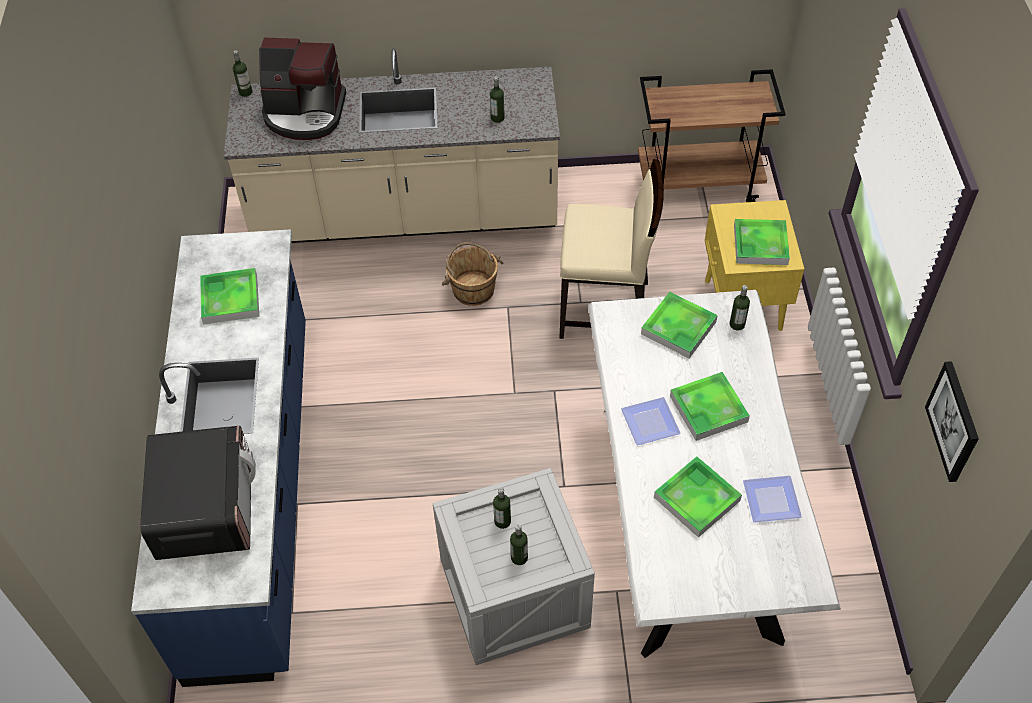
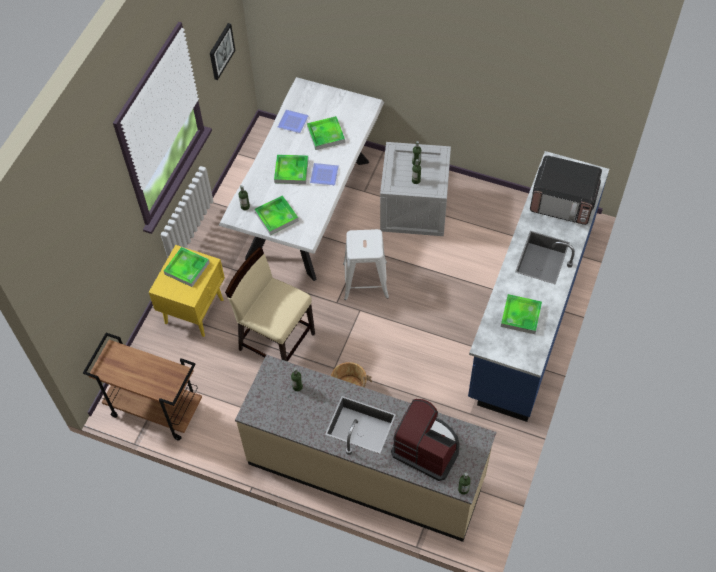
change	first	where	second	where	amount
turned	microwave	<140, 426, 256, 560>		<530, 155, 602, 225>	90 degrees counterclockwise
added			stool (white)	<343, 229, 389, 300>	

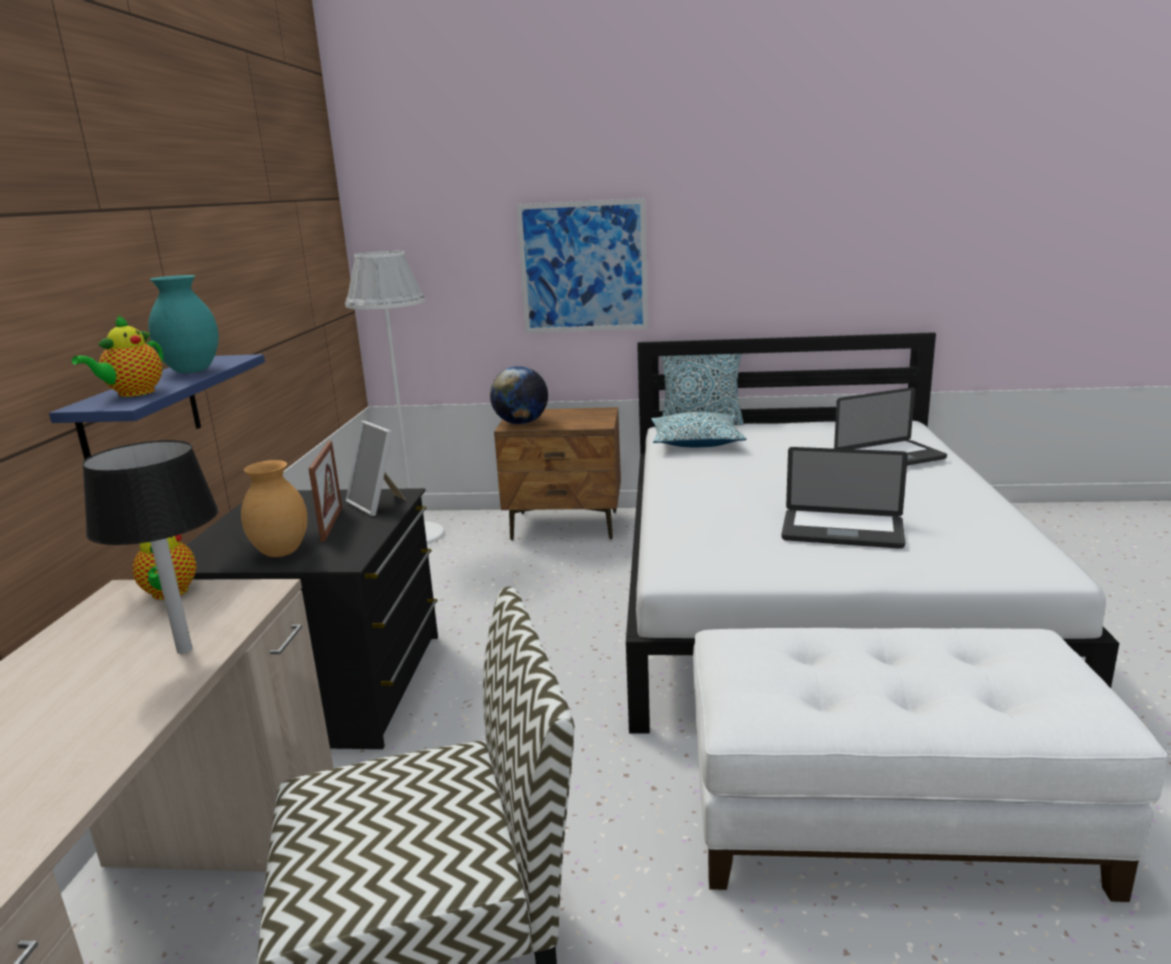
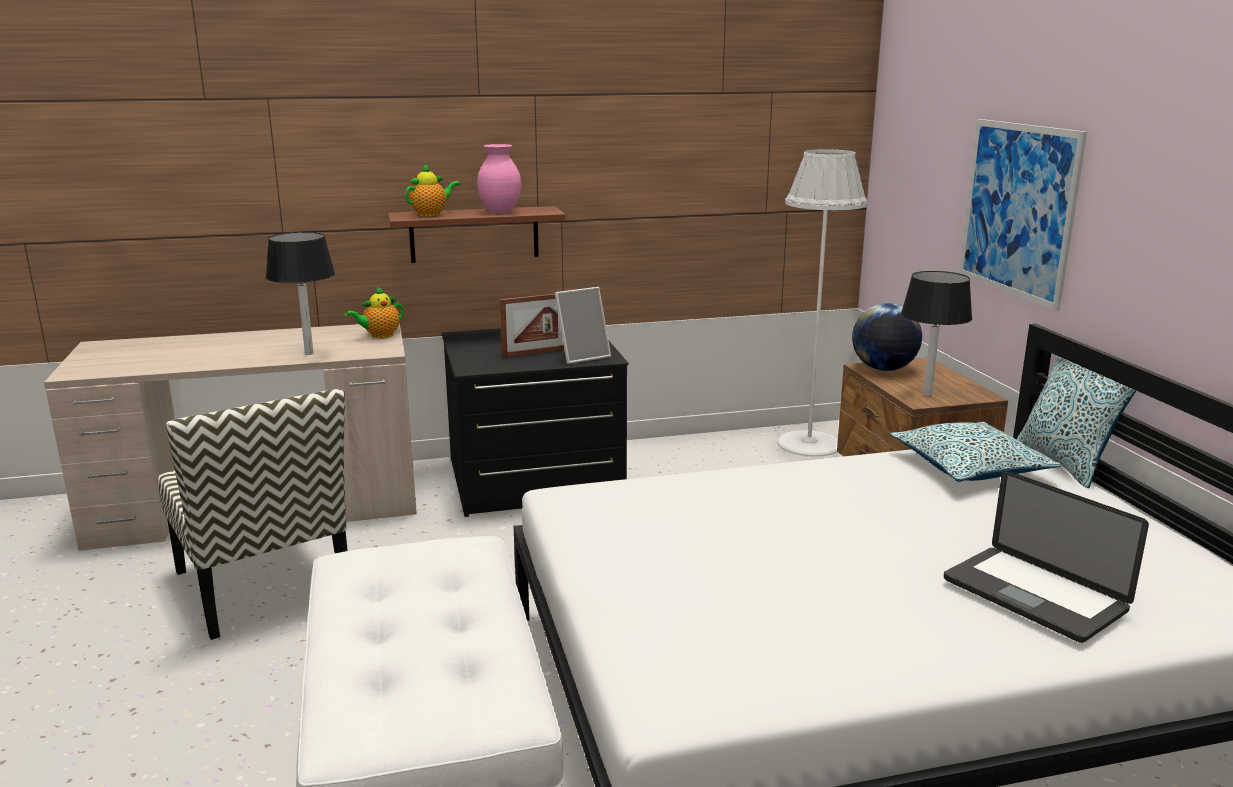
change	first	where	second	where	amount
recoloured	vase (turquoise)	<148, 275, 219, 373>	vase (pink)	<477, 144, 521, 213>	
turned	teapot	<72, 315, 163, 397>		<405, 164, 460, 217>	135 degrees clockwise
recoloured	shelf (blue)	<49, 354, 265, 460>	shelf (brown)	<388, 206, 566, 263>	
turned	picture frame	<346, 421, 407, 516>		<555, 287, 611, 364>	150 degrees counterclockwise
removed	laptop	<781, 447, 908, 549>			
removed	vase (brown)	<241, 460, 308, 557>			
added			table lamp (black)	<901, 271, 972, 397>	

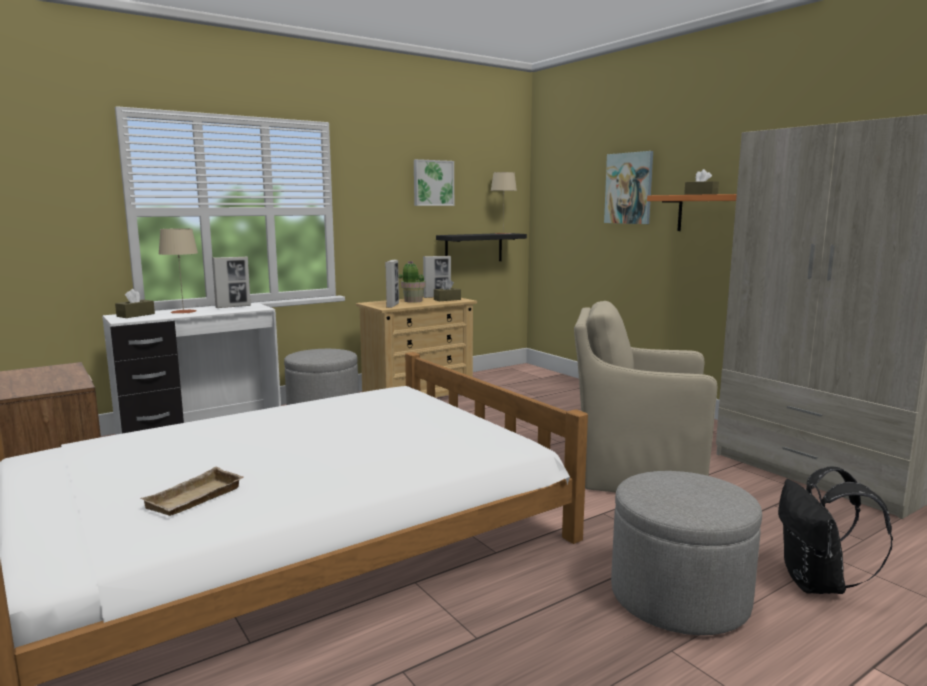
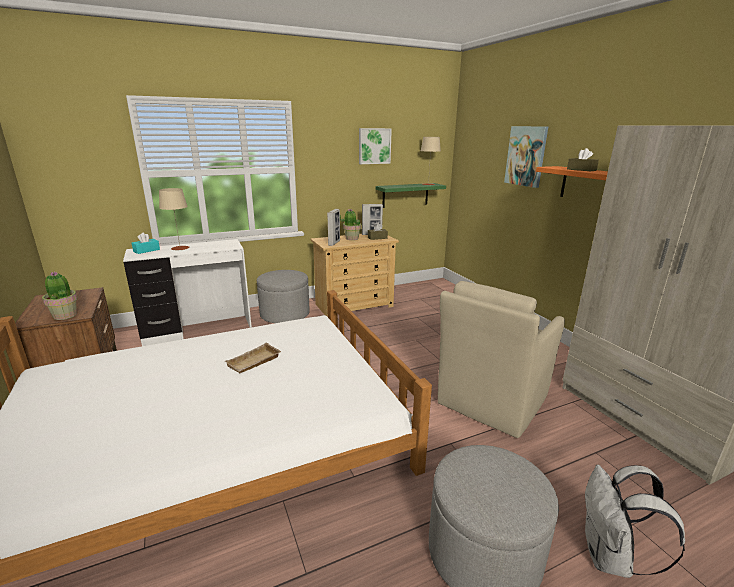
change	first	where	second	where	amount
recoloured	shelf (black)	<436, 233, 527, 261>	shelf (green)	<376, 183, 446, 208>	
removed	picture frame	<212, 256, 251, 308>			
recoloured	tissue box (brown)	<115, 289, 155, 318>	tissue box (turquoise)	<132, 232, 160, 254>	
turned	armchair (beige)	<574, 301, 717, 492>		<438, 281, 565, 438>	75 degrees counterclockwise
recoloured	backpack (black)	<778, 466, 893, 594>	backpack (white)	<585, 465, 685, 578>	
moved	tray (beige)	<140, 467, 243, 516>		<225, 342, 281, 373>	
added			potted plant	<42, 271, 78, 320>	

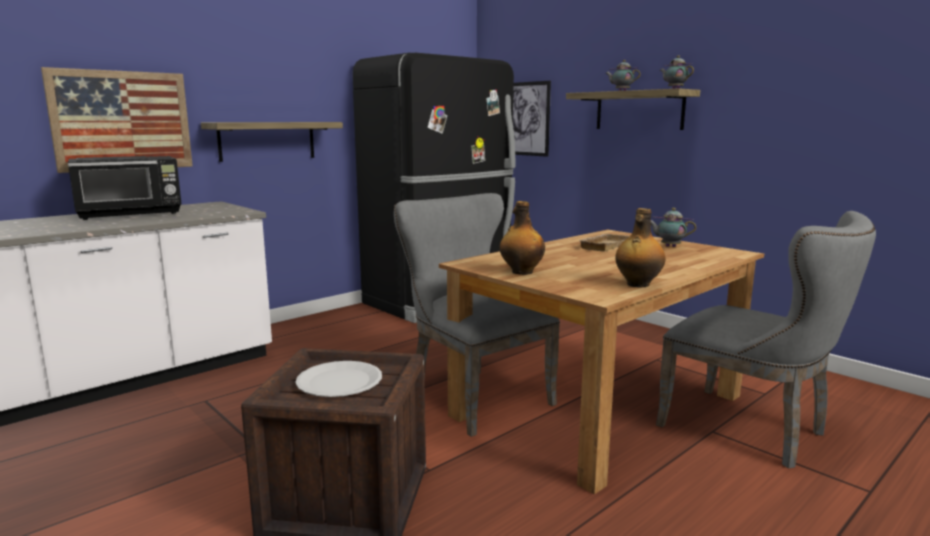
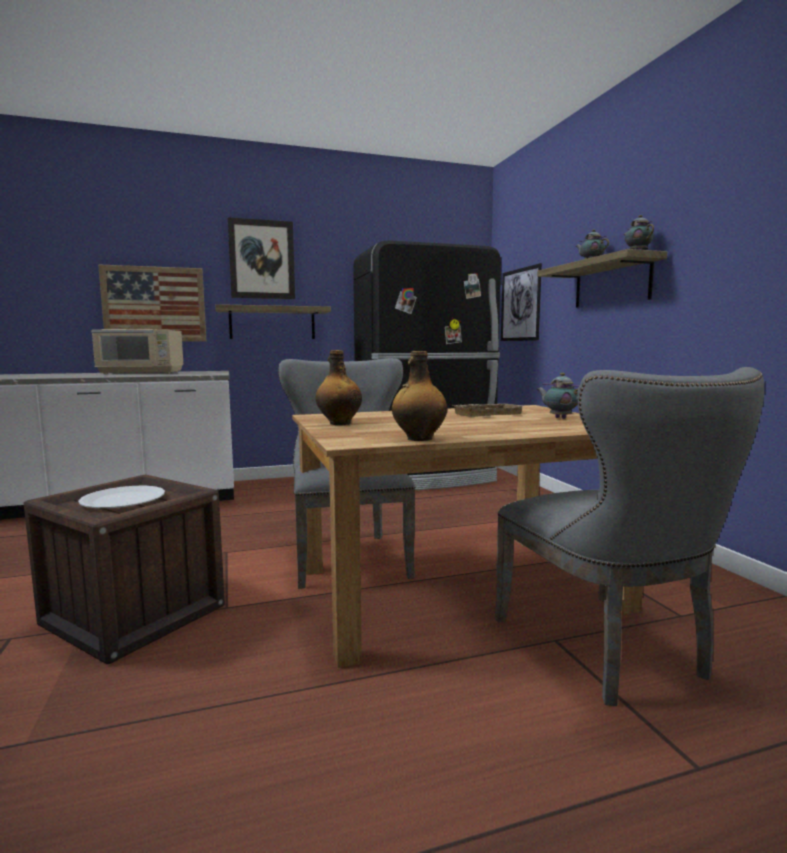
change	first	where	second	where	amount
recoloured	microwave (black)	<68, 156, 181, 220>	microwave (beige)	<91, 329, 184, 374>	
added			picture	<228, 217, 295, 299>	

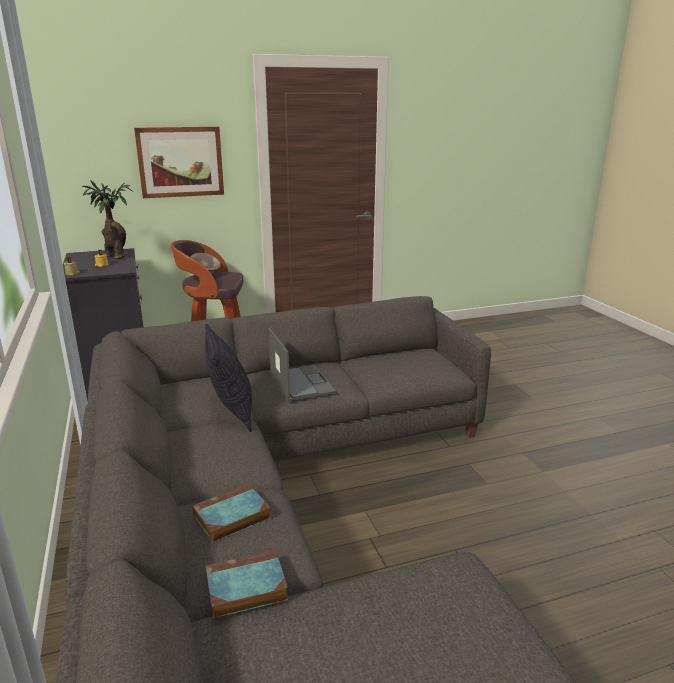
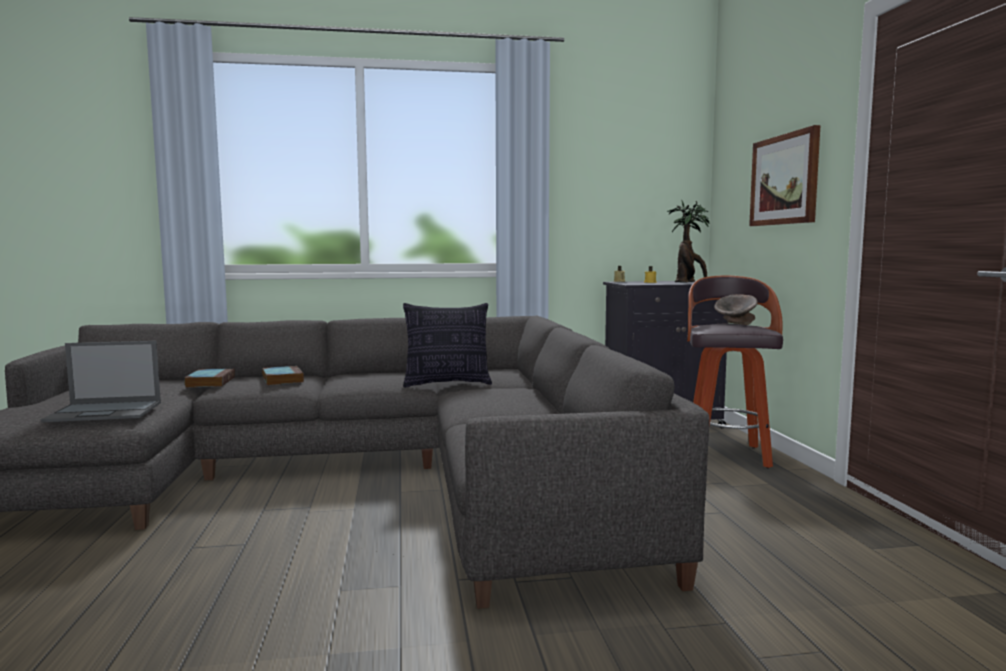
change	first	where	second	where	amount
moved	laptop	<268, 328, 336, 401>		<41, 341, 161, 423>	

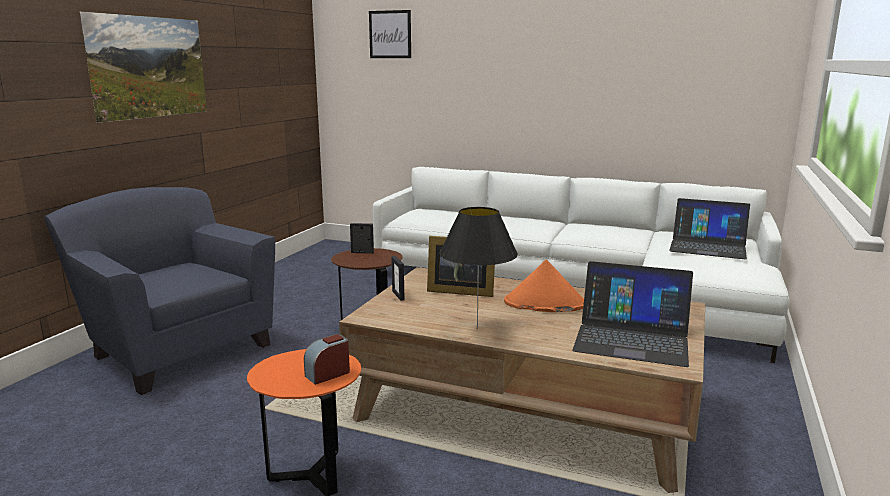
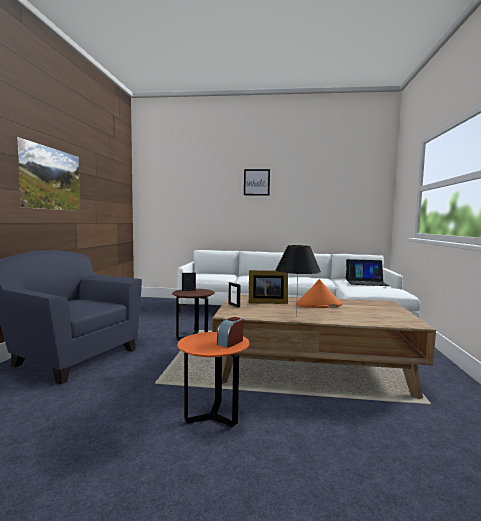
change	first	where	second	where	amount
moved	picture	<369, 10, 411, 58>		<244, 169, 270, 196>	
removed	laptop	<572, 261, 693, 367>			

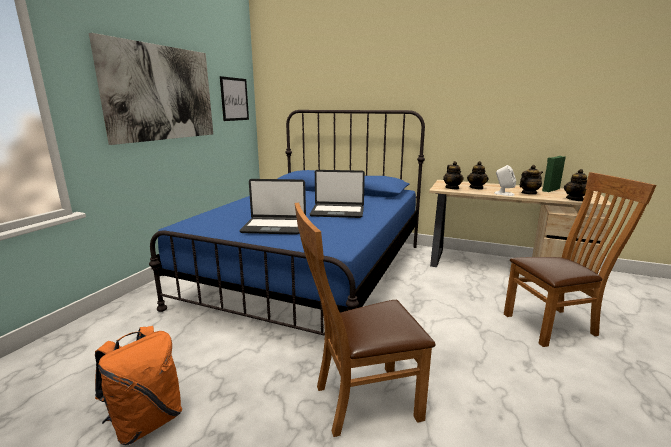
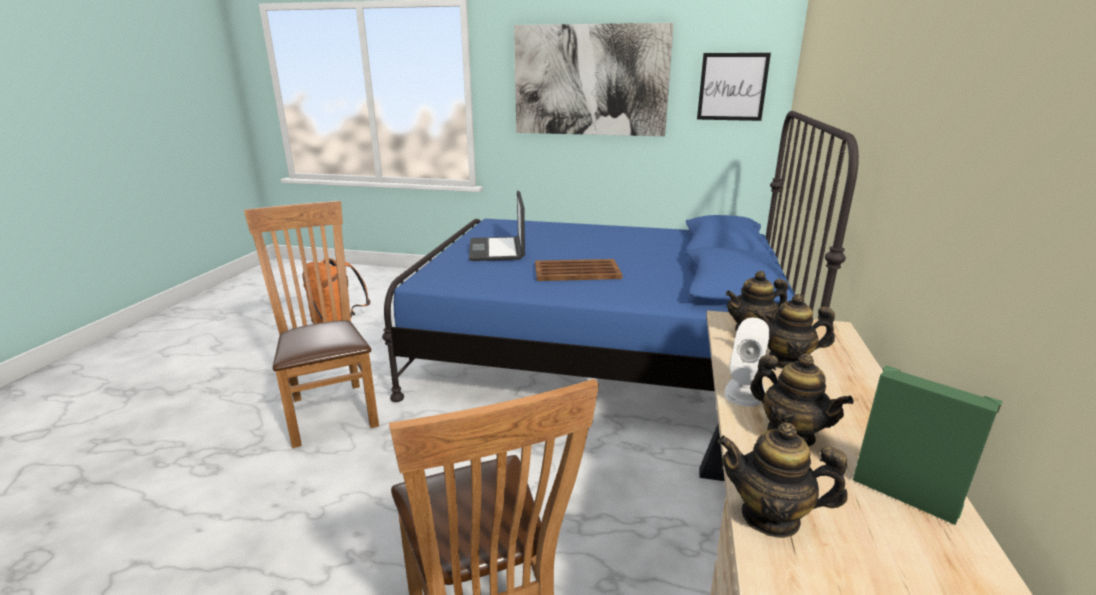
change	first	where	second	where	amount
replaced	laptop	<310, 170, 365, 218>	tray (brown)	<535, 259, 622, 281>	

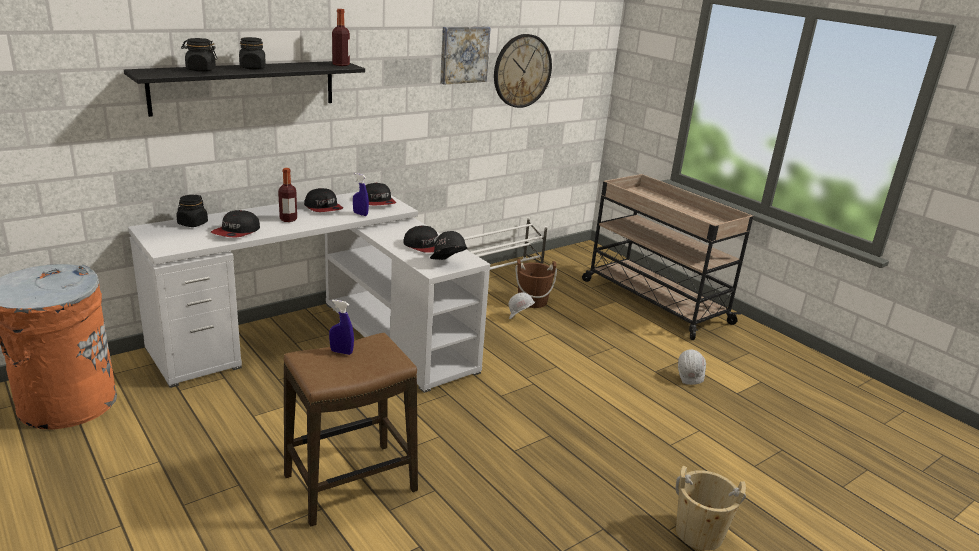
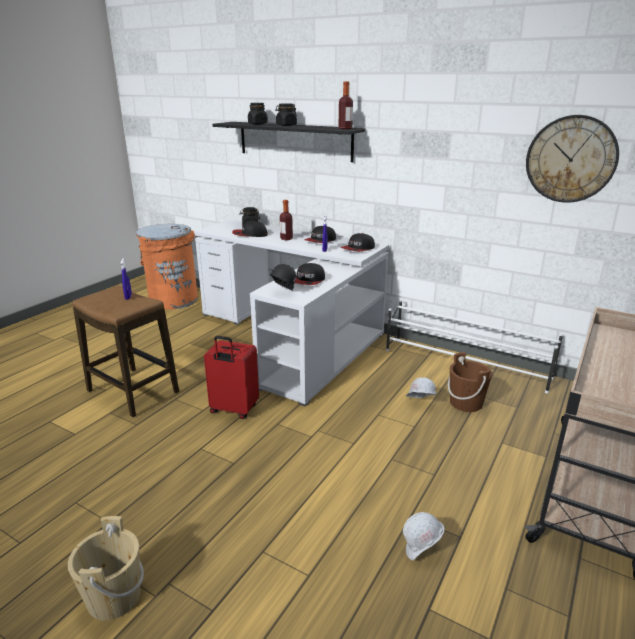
change	first	where	second	where	amount
removed	picture	<440, 26, 491, 85>			
added			suitcase (red)	<204, 336, 259, 419>	

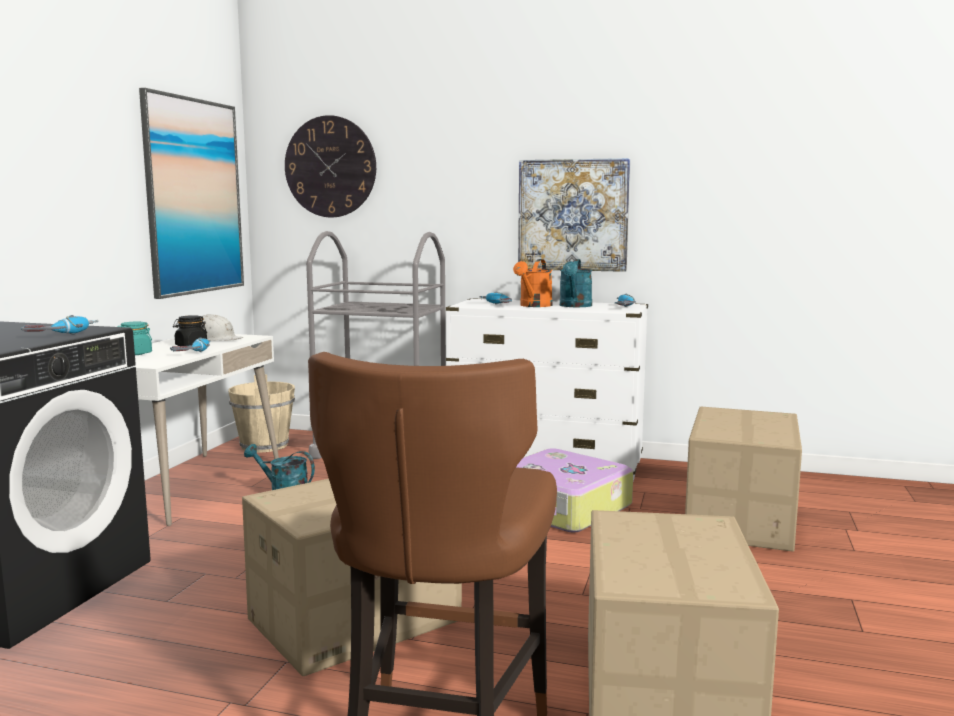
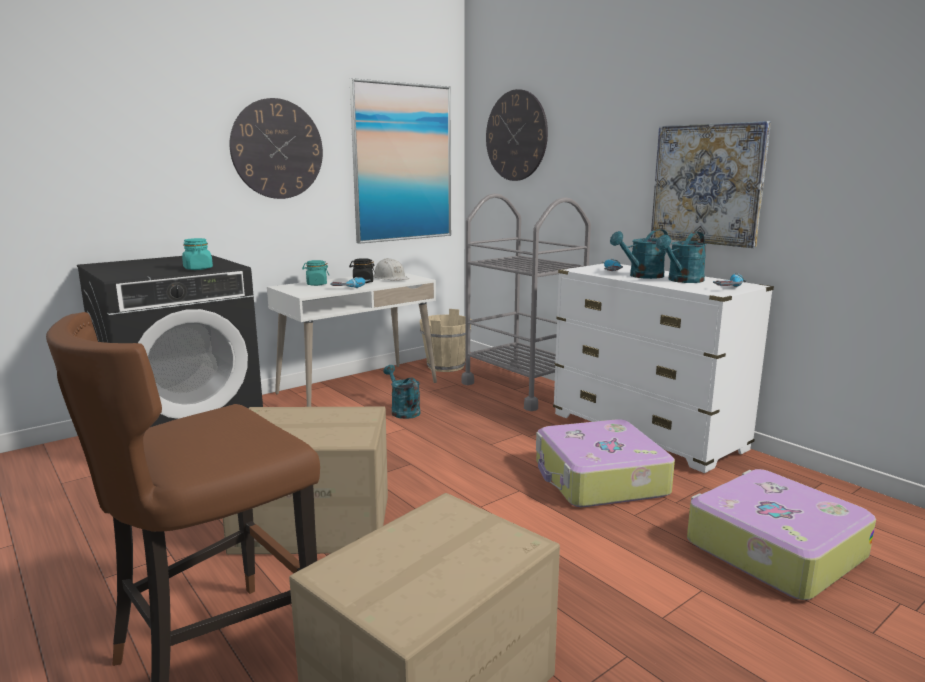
change	first	where	second	where	amount
recoloured	watering can (orange)	<513, 259, 553, 307>	watering can (turquoise)	<610, 229, 668, 279>	
replaced	power drill	<21, 315, 98, 335>	jar (turquoise)	<182, 238, 213, 270>	
replaced	cardboard box	<685, 407, 802, 552>	suitcase	<687, 469, 876, 600>	
added			wall clock	<230, 98, 323, 199>	

